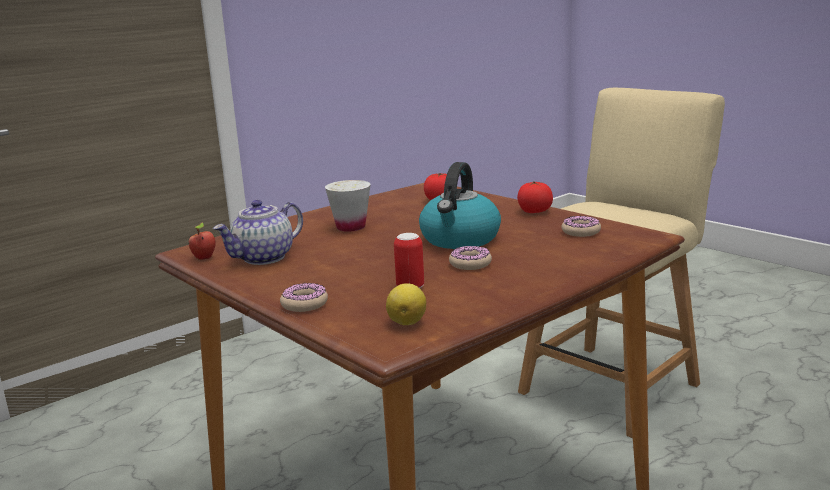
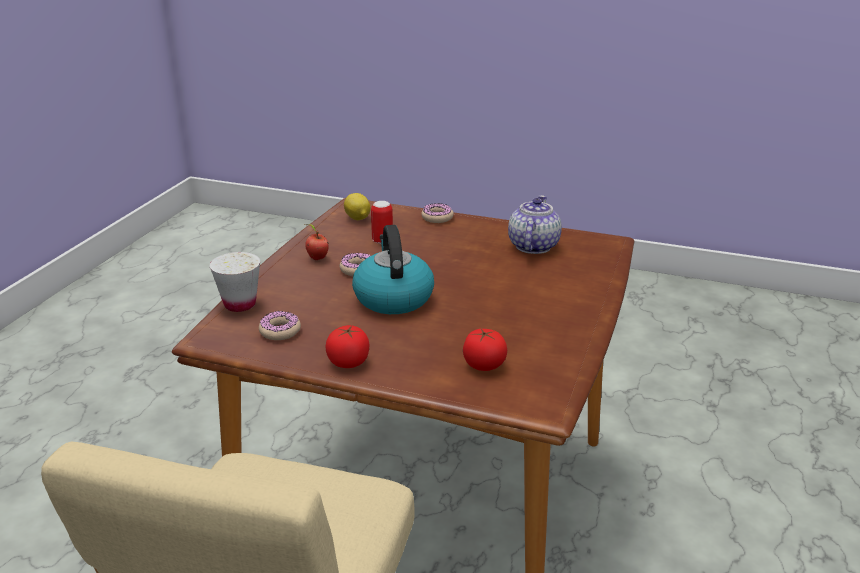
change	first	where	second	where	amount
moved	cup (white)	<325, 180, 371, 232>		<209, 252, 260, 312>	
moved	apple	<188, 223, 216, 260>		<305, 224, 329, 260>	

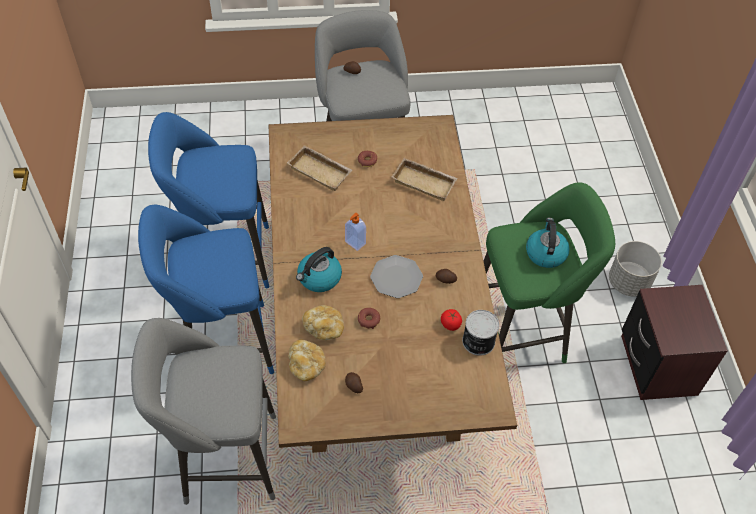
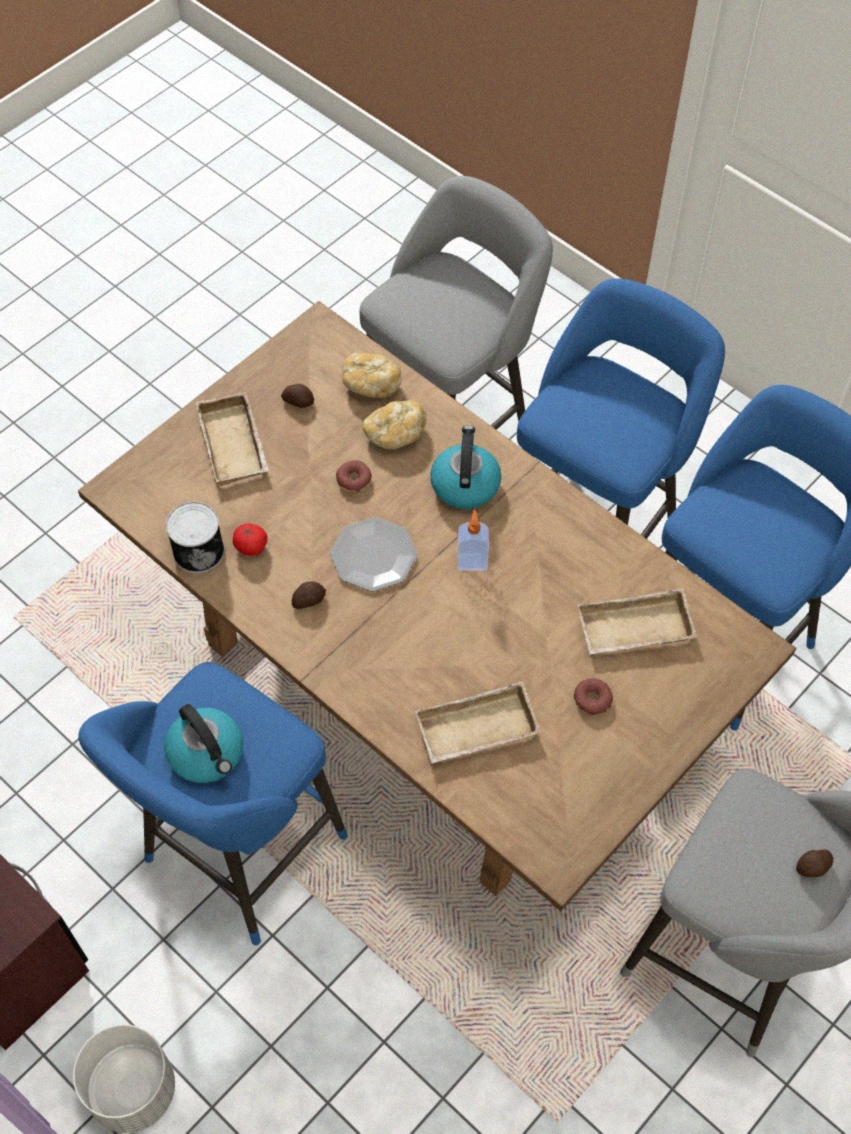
change	first	where	second	where	amount
recoloured	stool (green)	<484, 182, 615, 363>	stool (blue)	<78, 662, 348, 945>	
added			tray (beige)	<195, 392, 269, 486>	

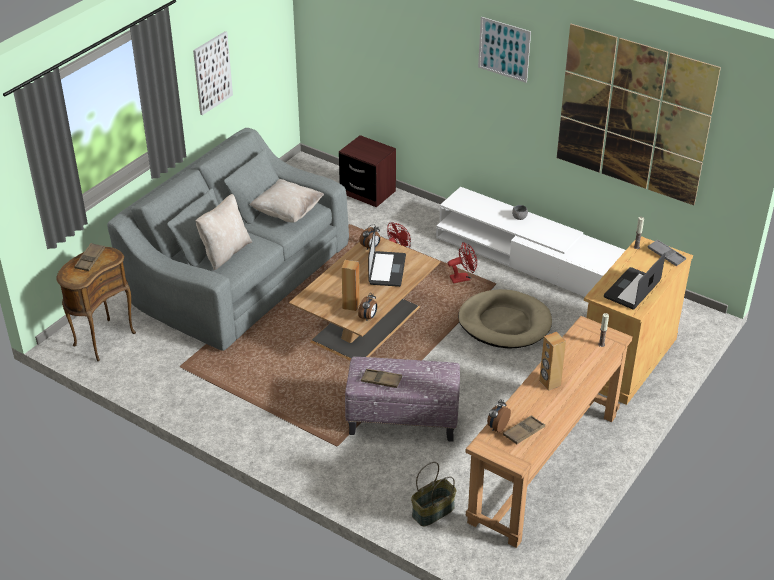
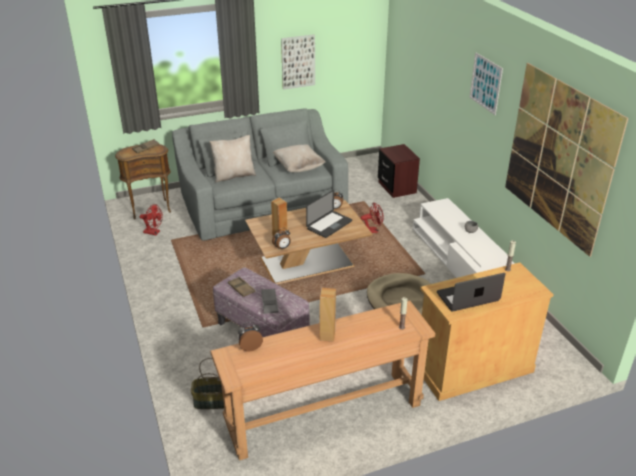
change	first	where	second	where	amount
moved	tray (grey)	<647, 239, 686, 266>		<261, 288, 278, 314>	
moved	fan (red)	<448, 242, 477, 283>		<140, 204, 163, 235>	
removed	tray (brown)	<503, 415, 545, 444>			

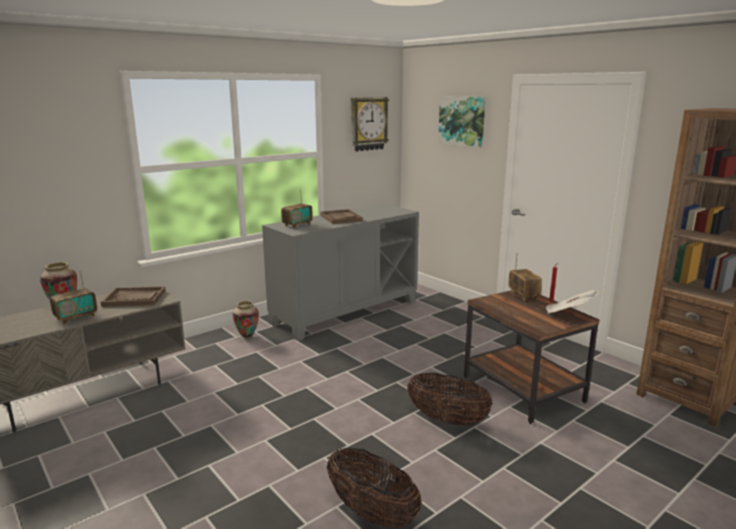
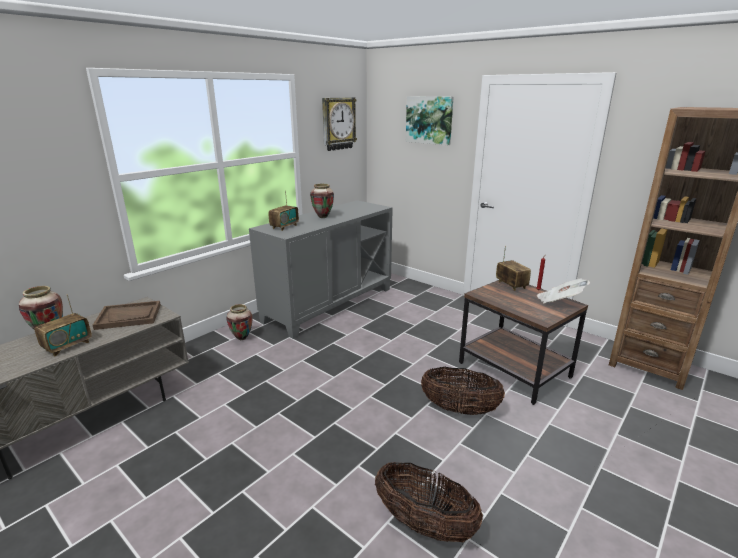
change	first	where	second	where	amount
replaced	tray (brown)	<320, 209, 363, 224>	vase	<310, 184, 334, 218>	

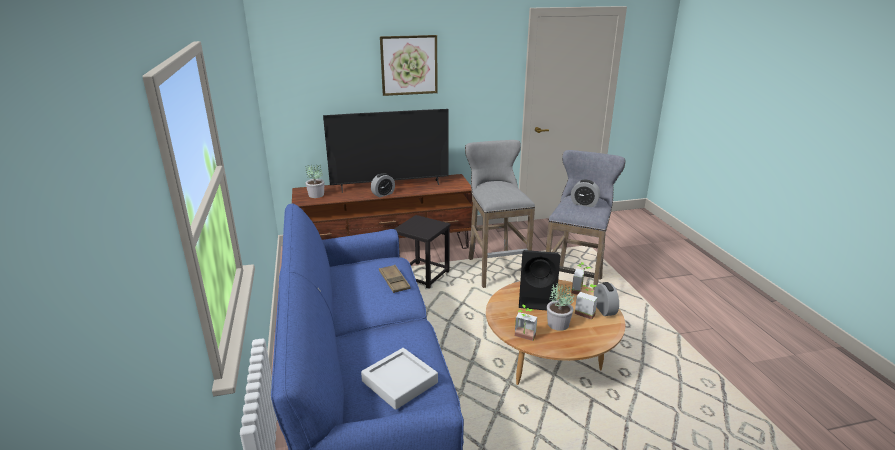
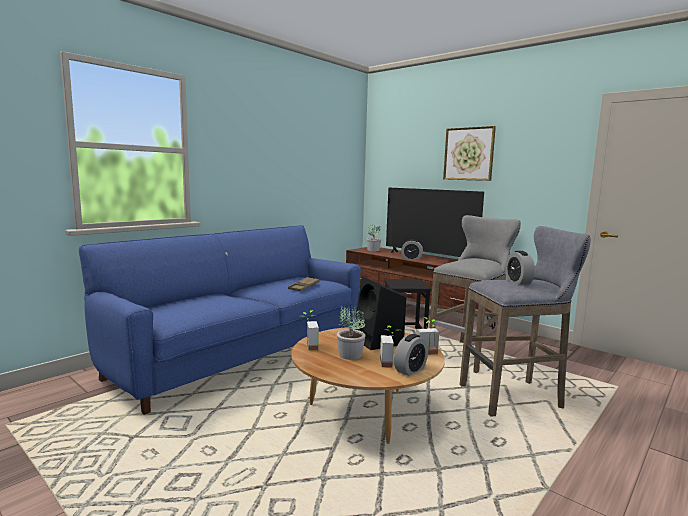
change	first	where	second	where	amount
removed	tray (grey)	<361, 348, 438, 410>			

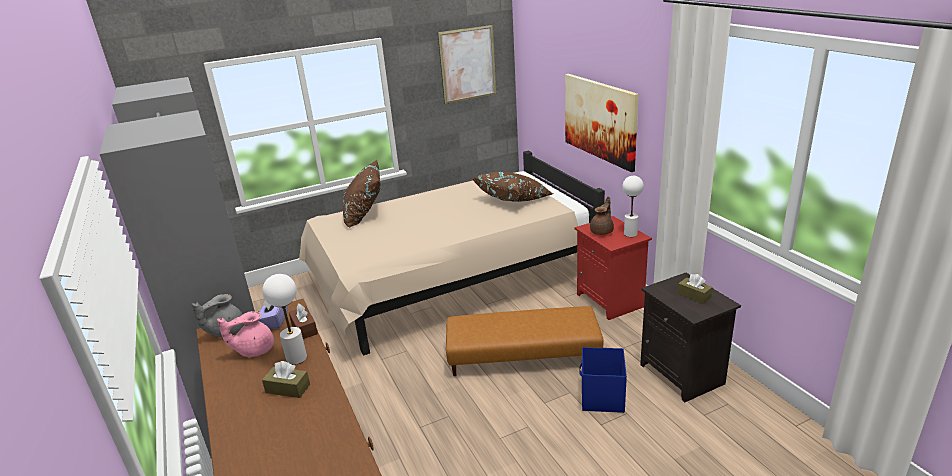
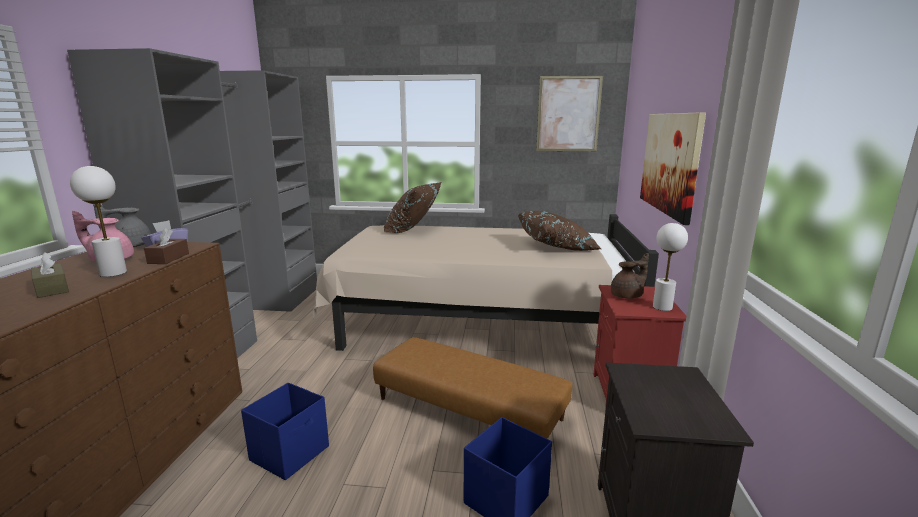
change	first	where	second	where	amount
removed	tissue box (brown)	<678, 274, 713, 304>			
added			storage box (blue)	<241, 382, 329, 480>	

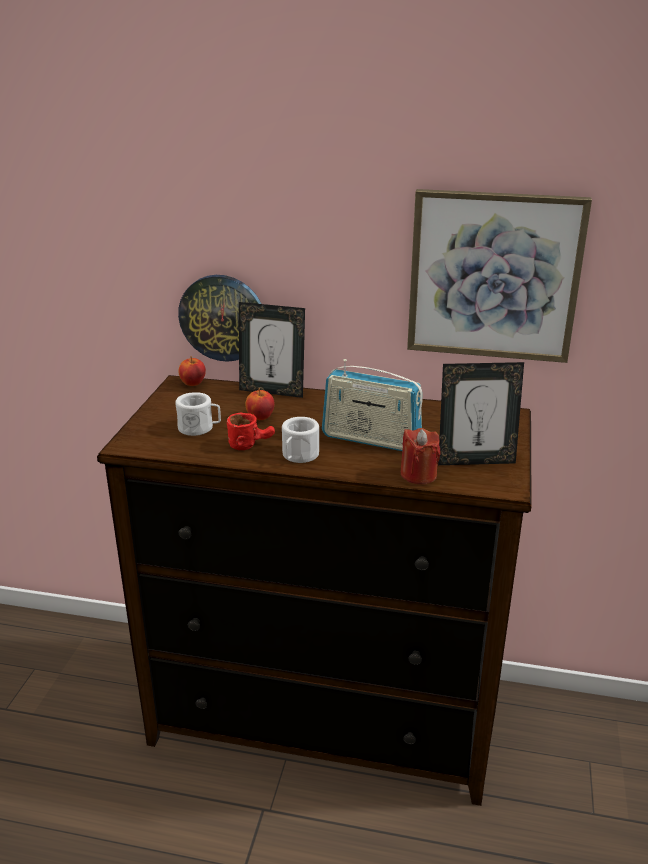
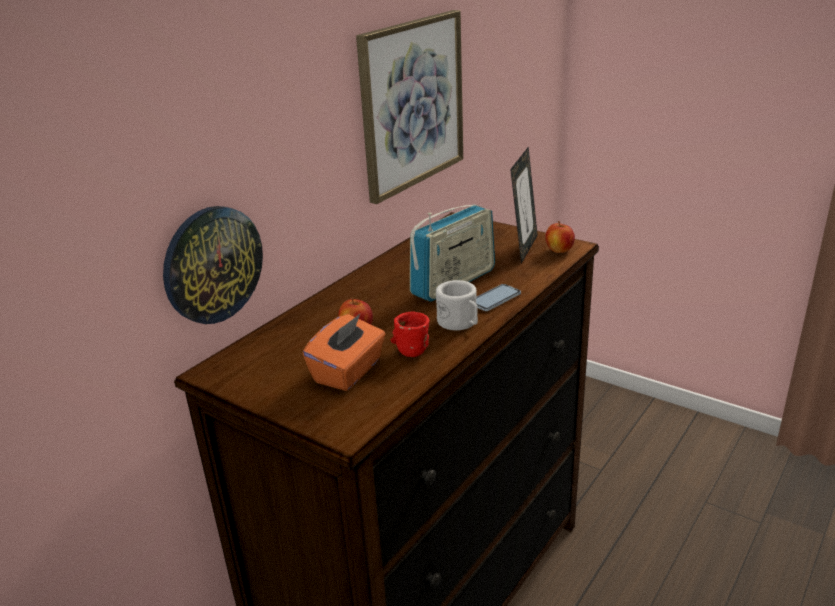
change	first	where	second	where	amount
removed	picture frame	<239, 302, 305, 398>			
moved	apple	<178, 356, 206, 386>		<545, 221, 575, 253>	
replaced	mug (white)	<175, 392, 221, 436>	tissue box (orange)	<303, 314, 385, 391>	
removed	candle (red)	<401, 428, 441, 484>			
added			phone	<476, 284, 521, 311>	

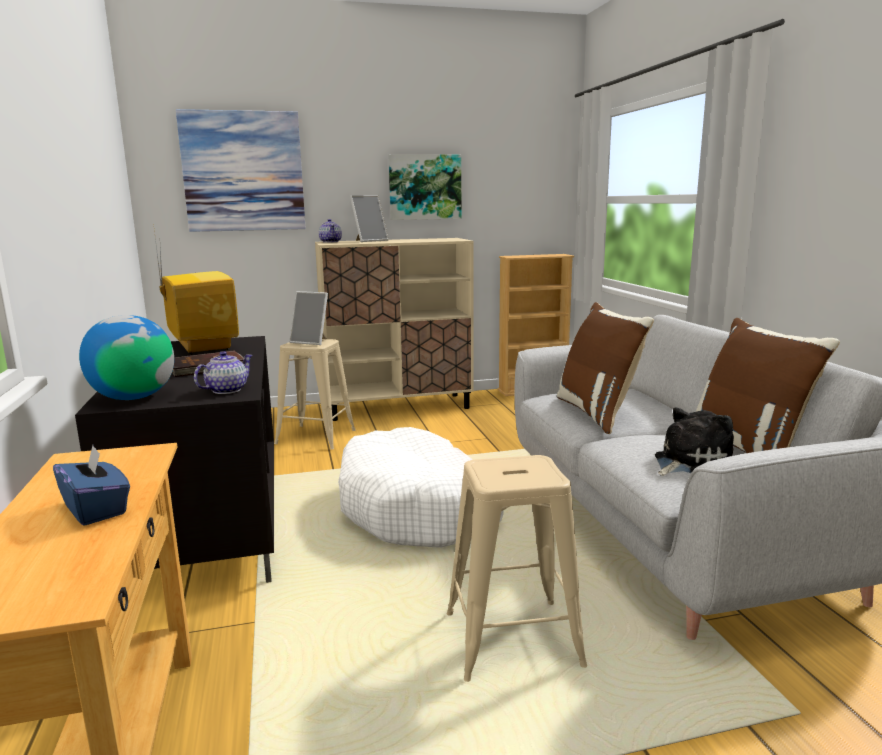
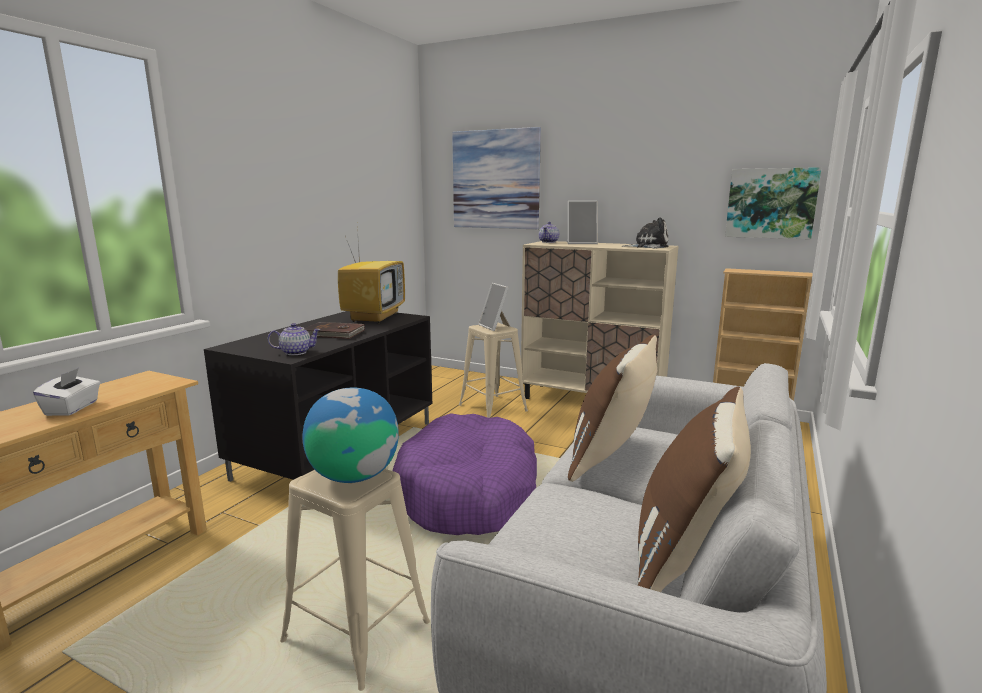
change	first	where	second	where	amount
moved	picture	<388, 154, 462, 220>		<725, 167, 822, 239>	
moved	globe	<79, 315, 174, 400>		<303, 388, 399, 483>	
moved	plush toy	<655, 408, 734, 476>		<621, 217, 669, 249>	
recoloured	dog bed (white)	<338, 427, 504, 548>	dog bed (purple)	<393, 413, 537, 535>	
recoloured	tissue box (blue)	<53, 445, 130, 526>	tissue box (white)	<33, 368, 100, 416>	

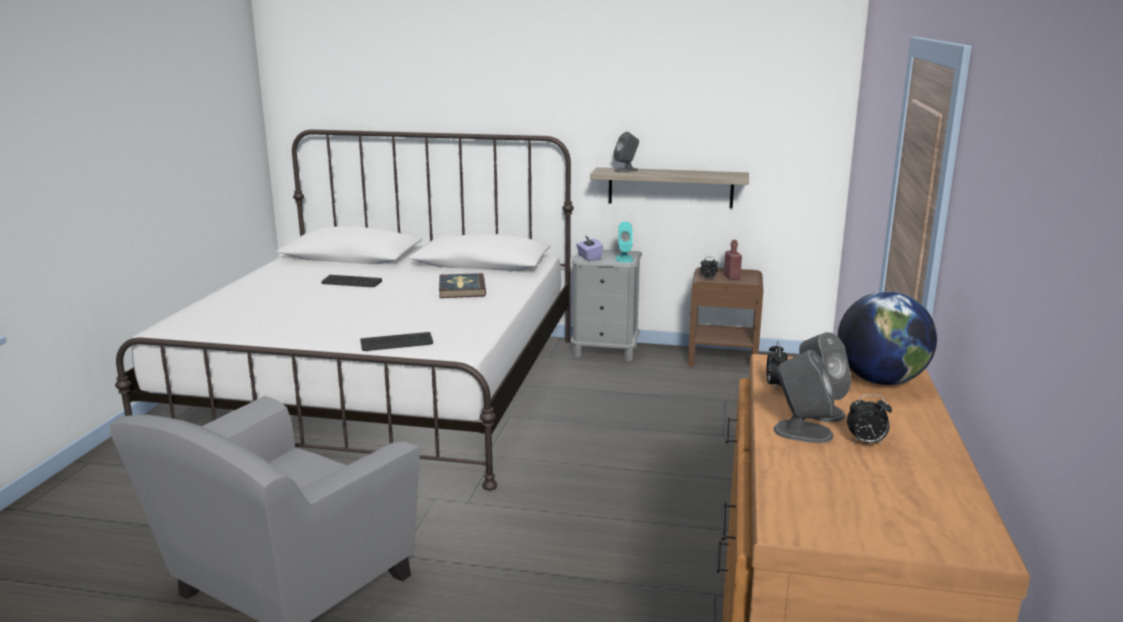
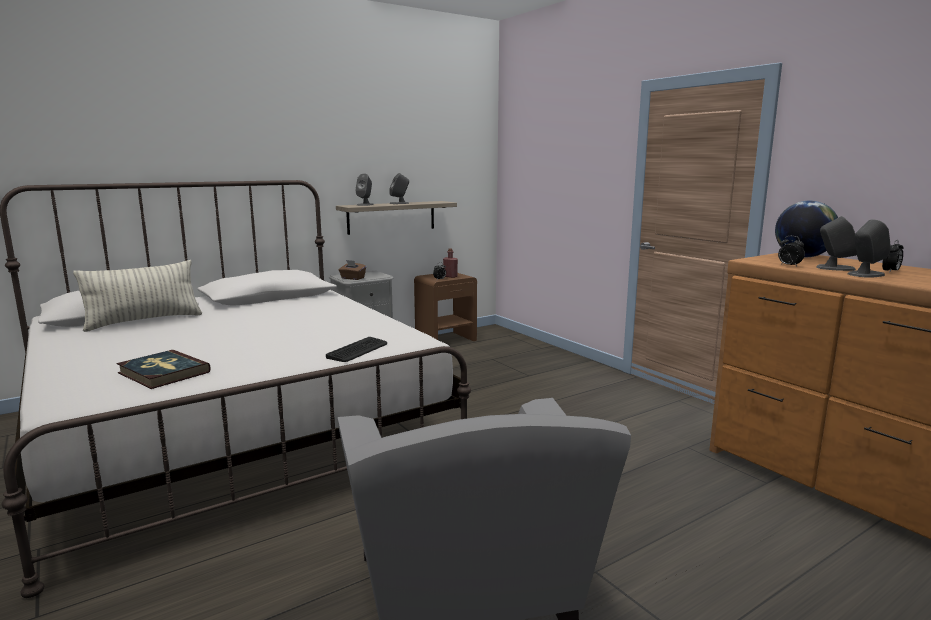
change	first	where	second	where	amount
removed	speaker (turquoise)	<616, 222, 633, 262>			
recoloured	tissue box (purple)	<576, 235, 603, 261>	tissue box (brown)	<339, 260, 366, 280>	
moved	book	<439, 273, 486, 298>		<117, 350, 211, 389>	
removed	keyboard	<322, 275, 382, 287>			
added			speaker (grey)	<389, 173, 409, 204>	
added			pillow	<73, 260, 202, 332>	

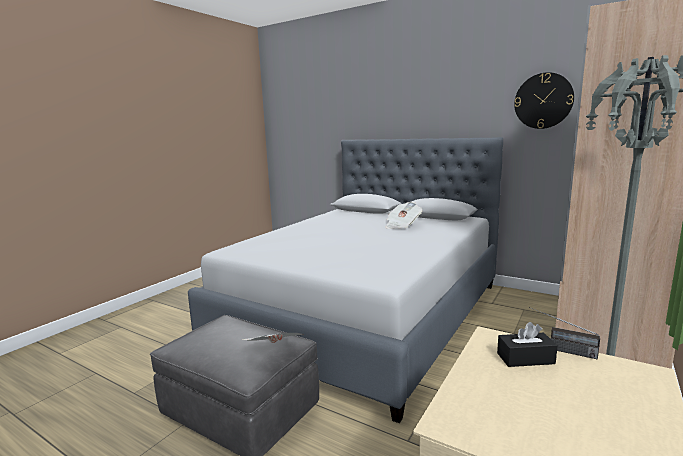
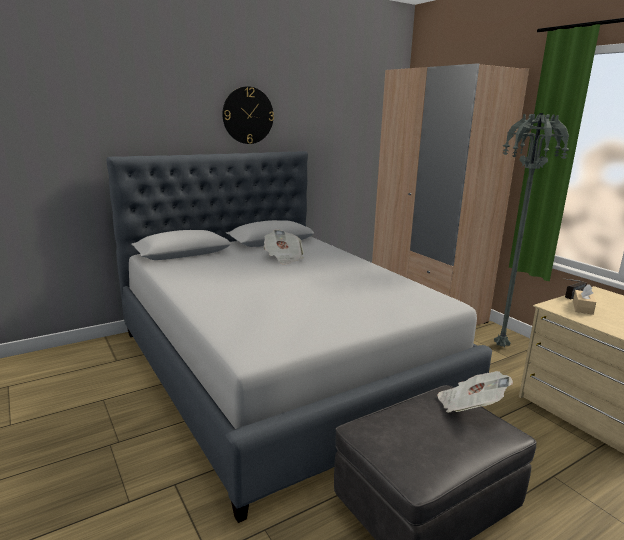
change	first	where	second	where	amount
moved	wall clock	<514, 72, 574, 129>		<223, 86, 274, 144>	
recoloured	tissue box (black)	<497, 322, 558, 367>	tissue box (beige)	<573, 284, 596, 315>	

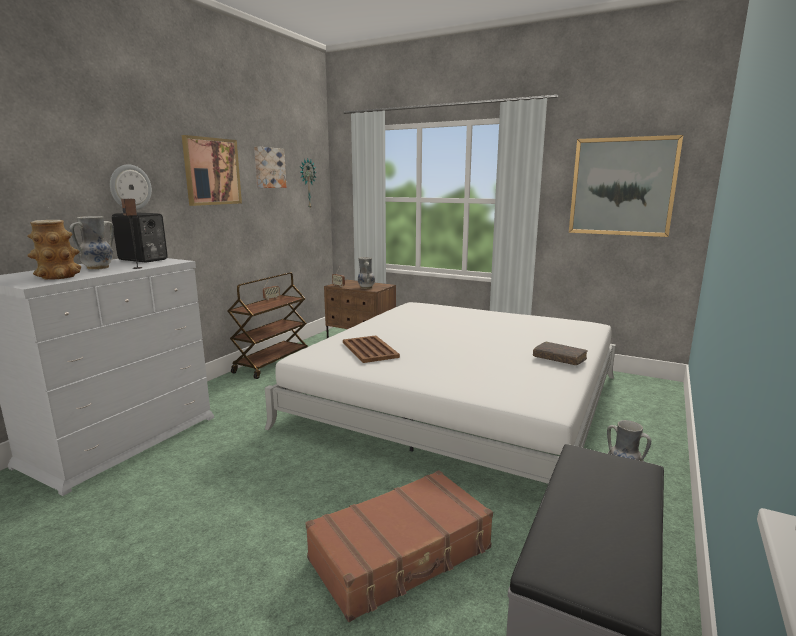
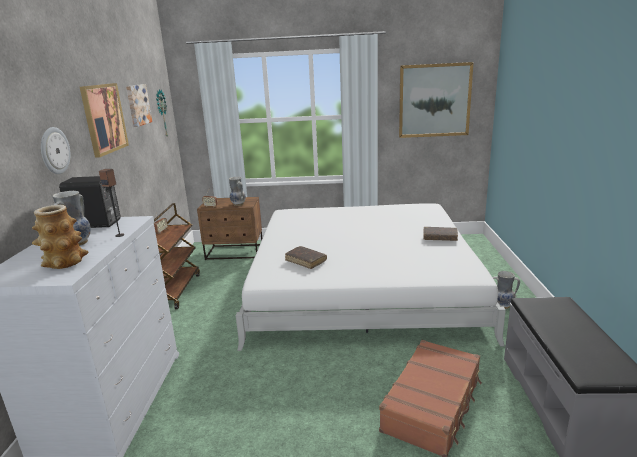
change	first	where	second	where	amount
replaced	tray (brown)	<343, 335, 400, 363>	book (brown)	<285, 246, 327, 269>	

